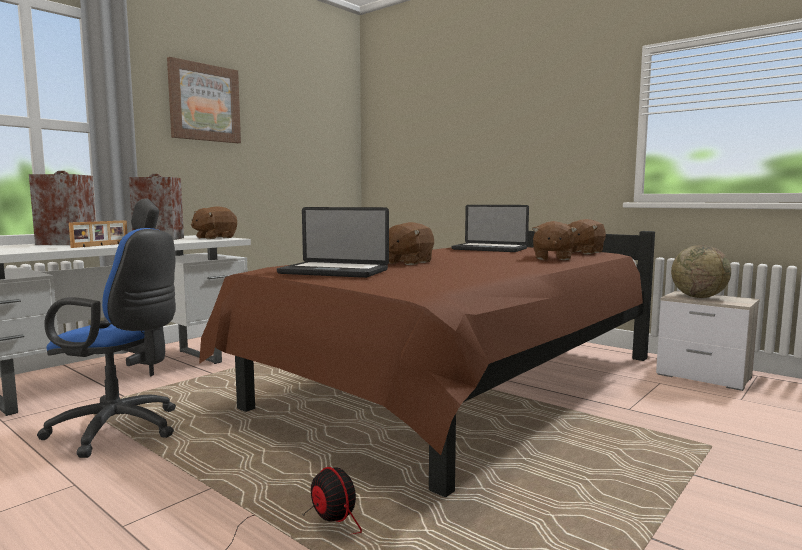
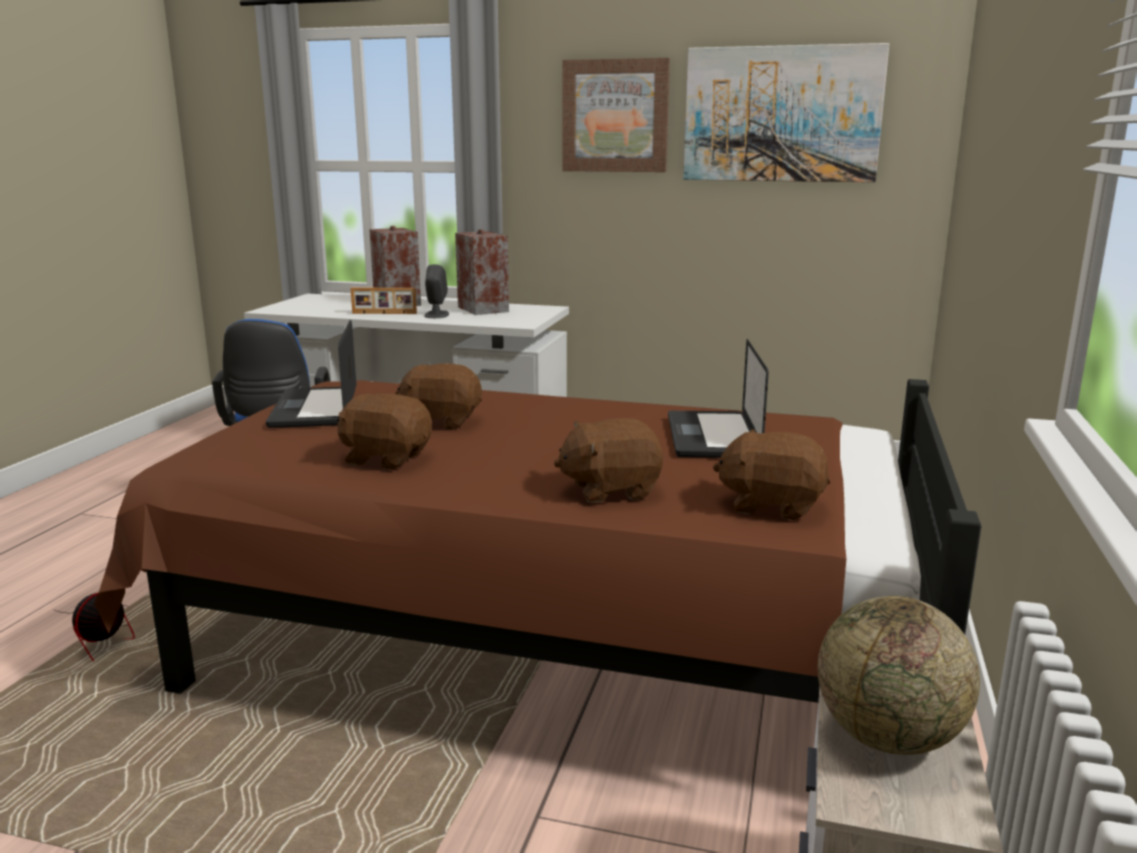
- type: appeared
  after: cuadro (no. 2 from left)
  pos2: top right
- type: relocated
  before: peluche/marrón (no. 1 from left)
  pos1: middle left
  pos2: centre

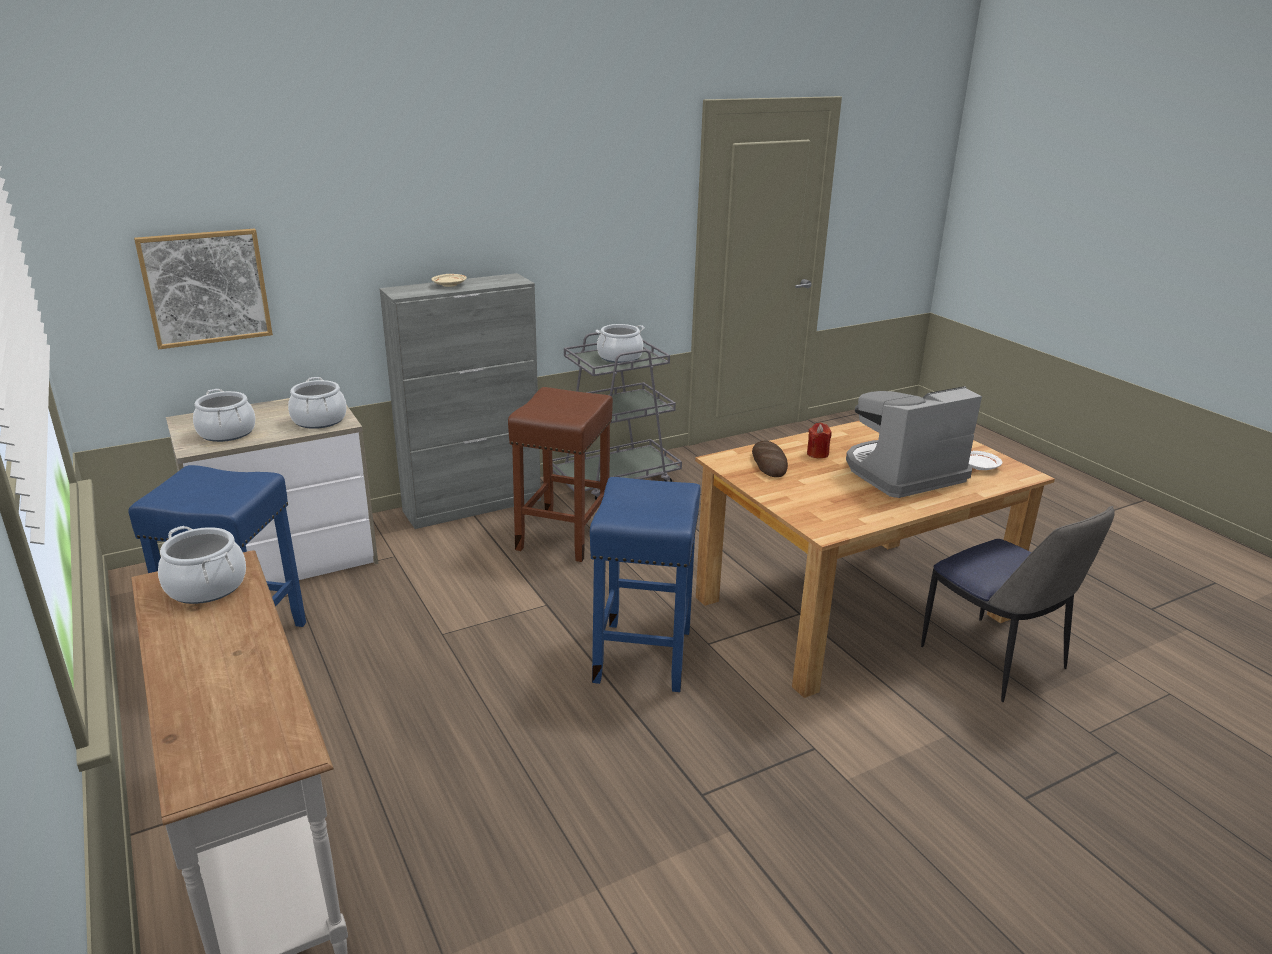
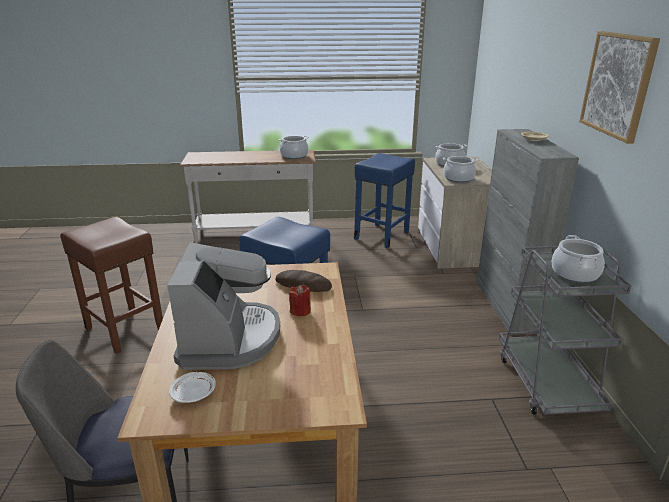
- type: relocated
  before: cuadro
  pos1: top left
  pos2: top right
- type: relocated
  before: taburete/marrón
  pos1: centre
  pos2: middle left

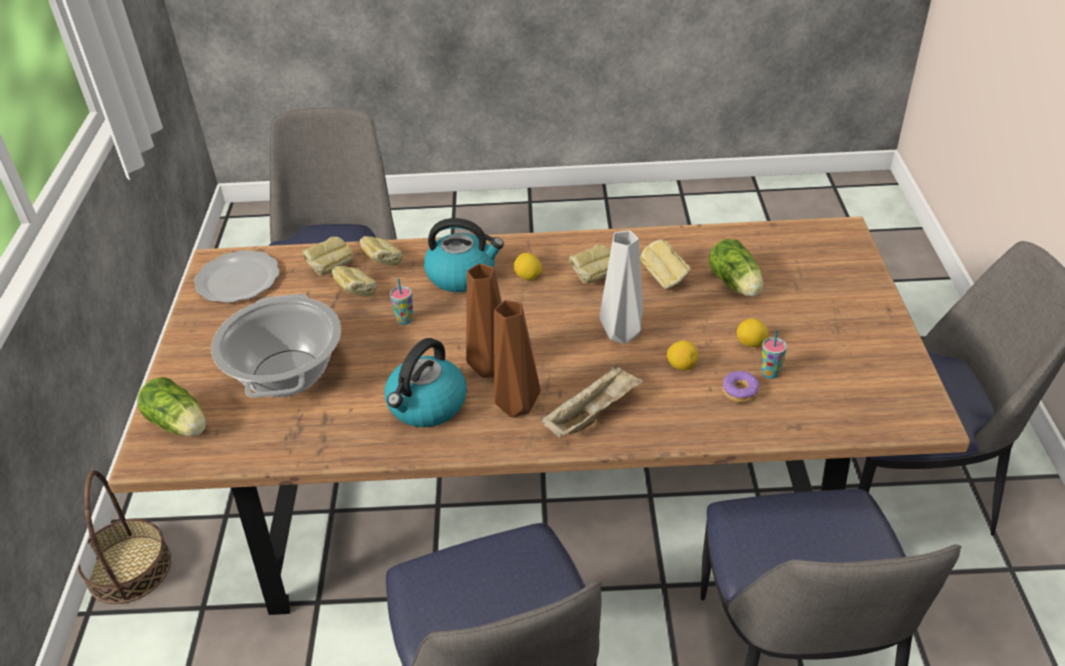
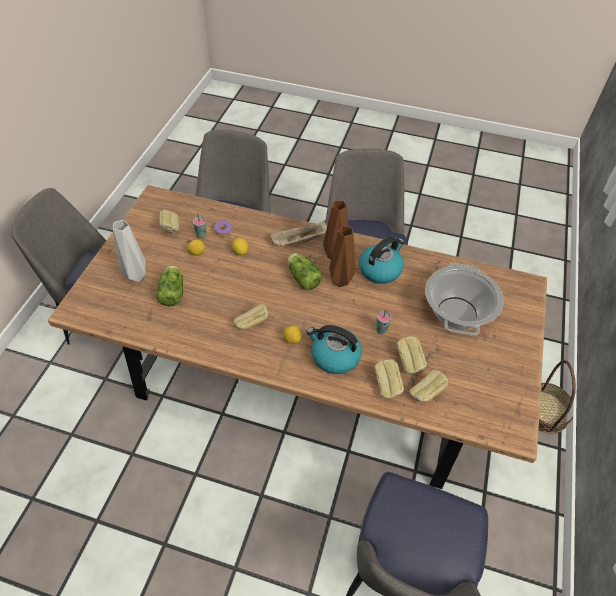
- type: missing
  before: plato
  pos1: middle left
- type: relocated
  before: lechuga (no. 1 from left in the first image)
  after: lechuga (no. 2 from left)
  pos1: middle left
  pos2: centre
- type: relocated
  before: florero/gris
  pos1: centre
  pos2: middle left
- type: relocated
  before: pan (no. 5 from left in the first image)
  after: pan (no. 1 from left)
  pos1: centre
  pos2: middle left

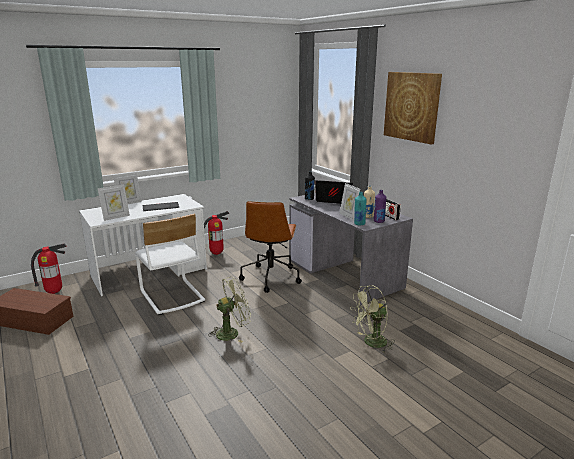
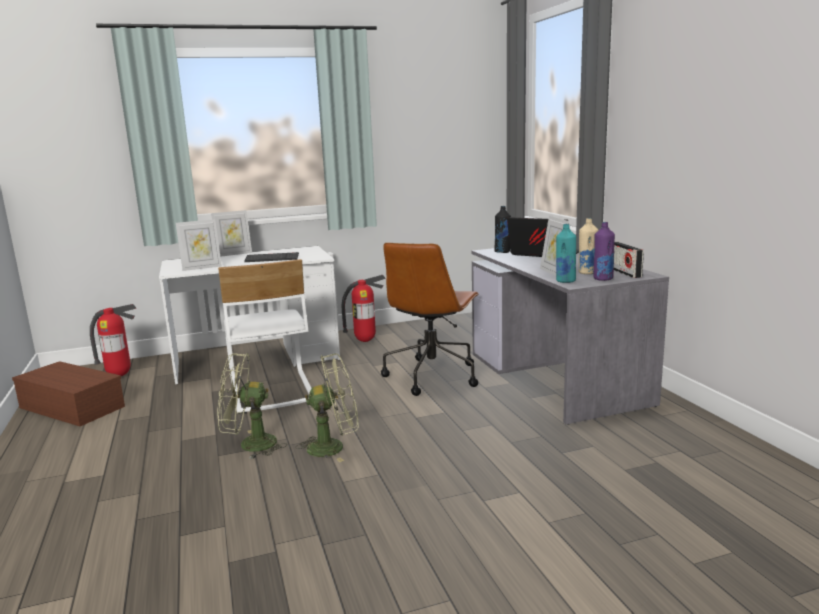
- type: missing
  before: cuadro
  pos1: top right
- type: relocated
  before: ventilador/verde (no. 2 from left in the first image)
  after: ventilador/verde (no. 1 from left)
  pos1: bottom centre
  pos2: middle left

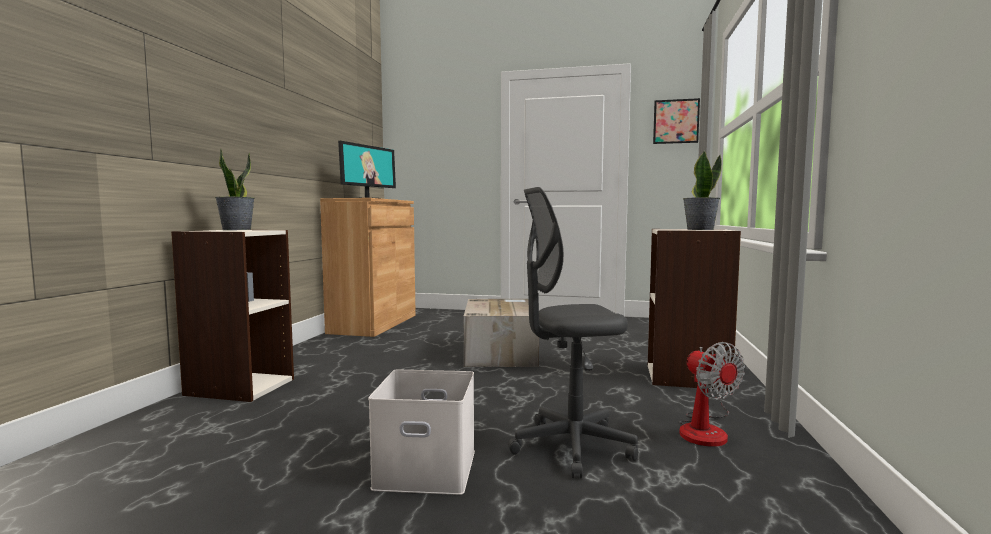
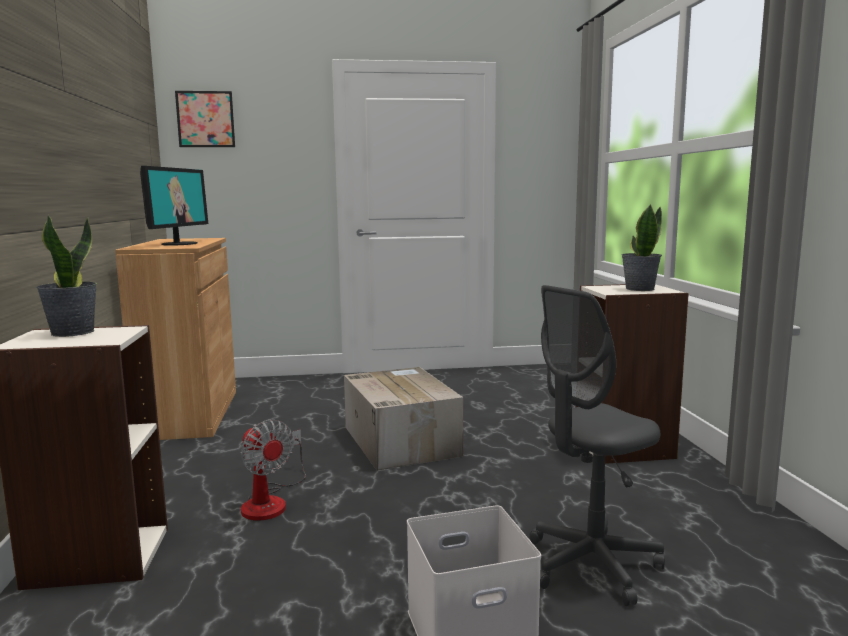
- type: relocated
  before: cuadro
  pos1: top right
  pos2: top left
- type: relocated
  before: ventilador
  pos1: bottom right
  pos2: bottom left

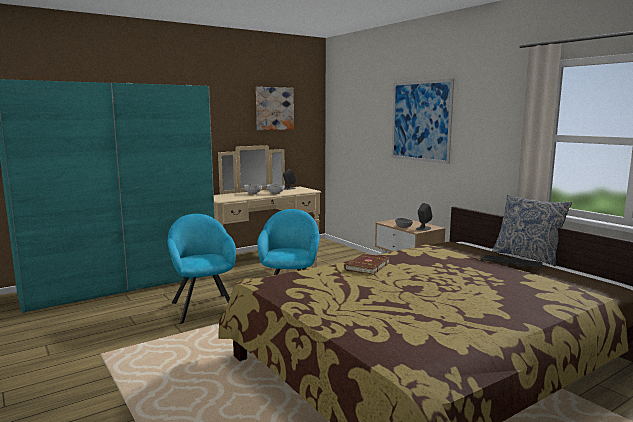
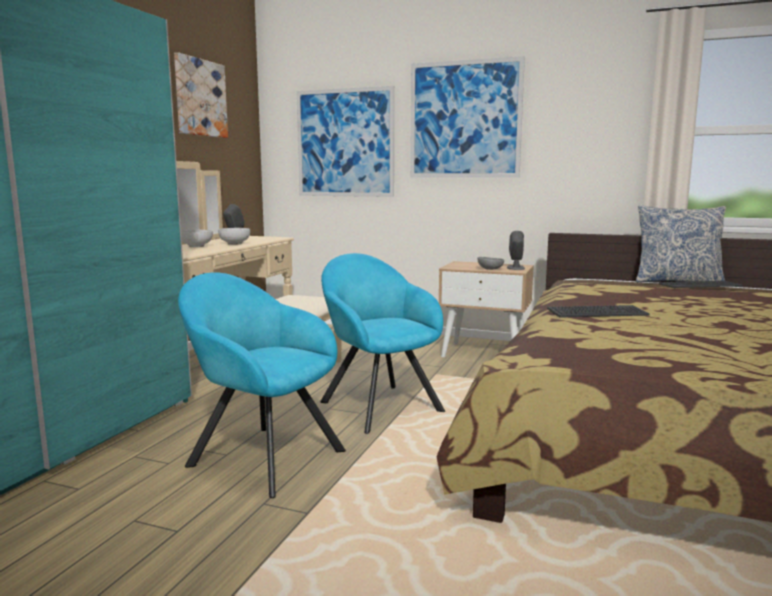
- type: appeared
  after: cuadro (no. 2 from left)
  pos2: top centre
- type: exchanged
  before: libro/marrón
  after: teclado (no. 1 from left)
  pos1: centre
  pos2: middle right

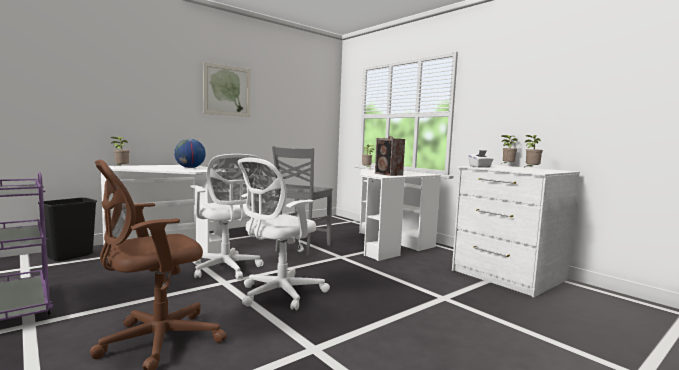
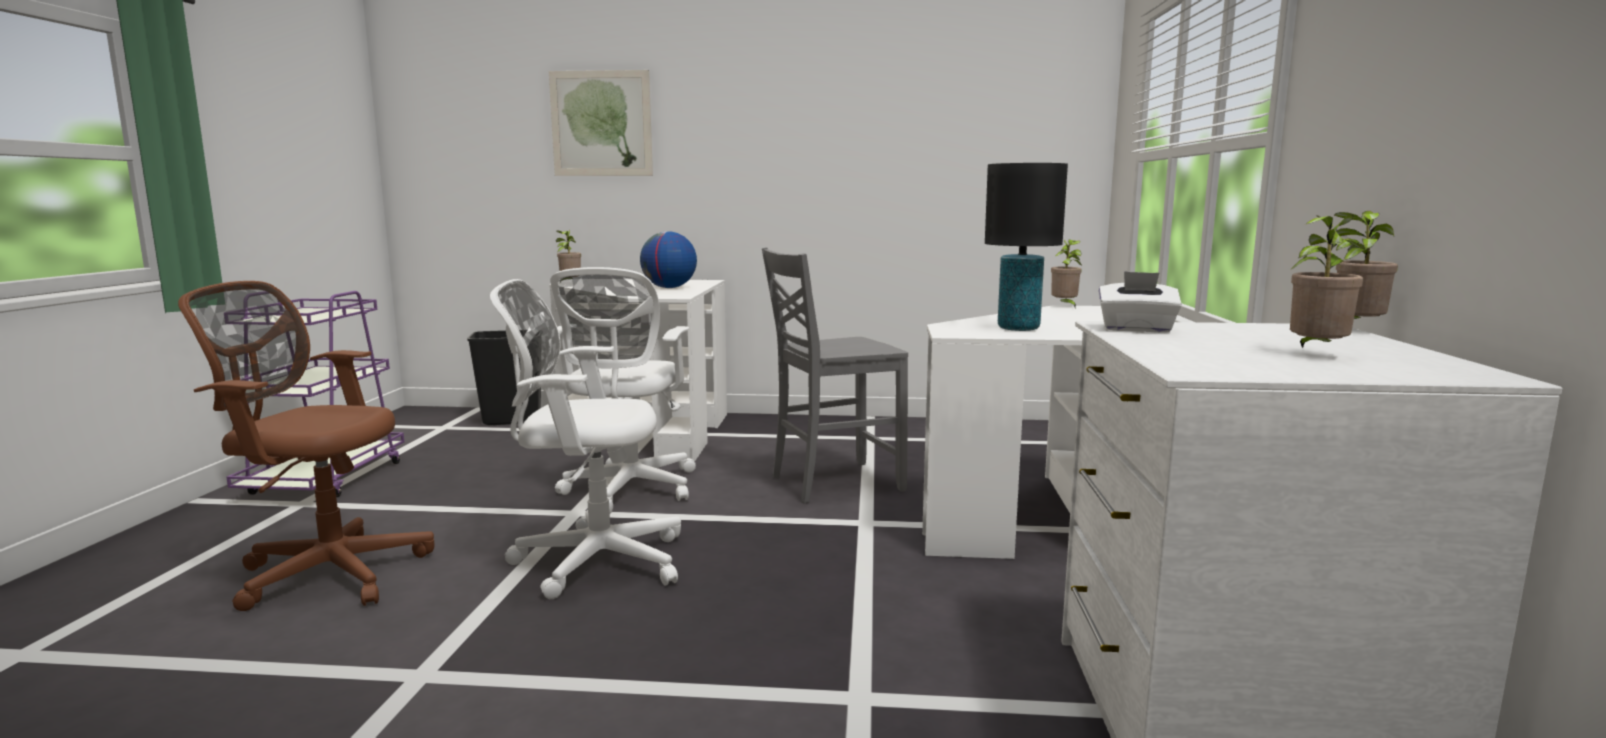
- type: relocated
  before: cuadro
  pos1: top left
  pos2: top centre
- type: exchanged
  before: altavoz
  after: lámpara de mesa/negro
  pos1: centre
  pos2: centre

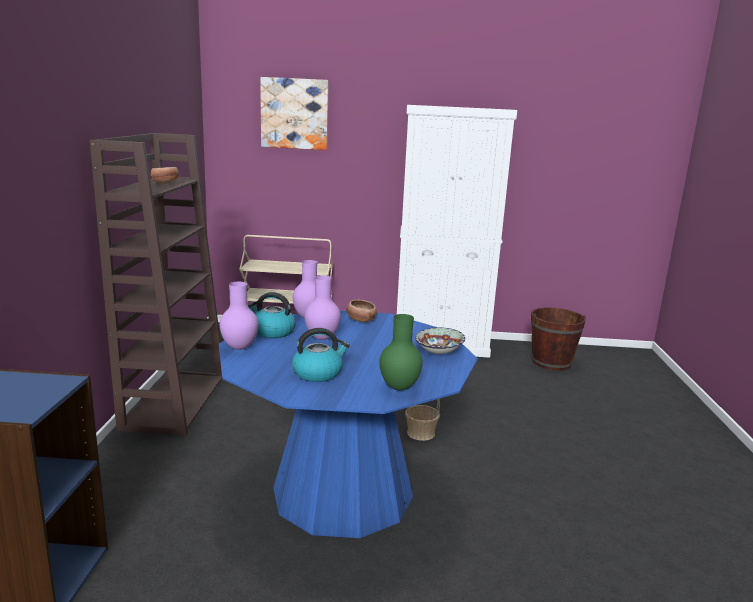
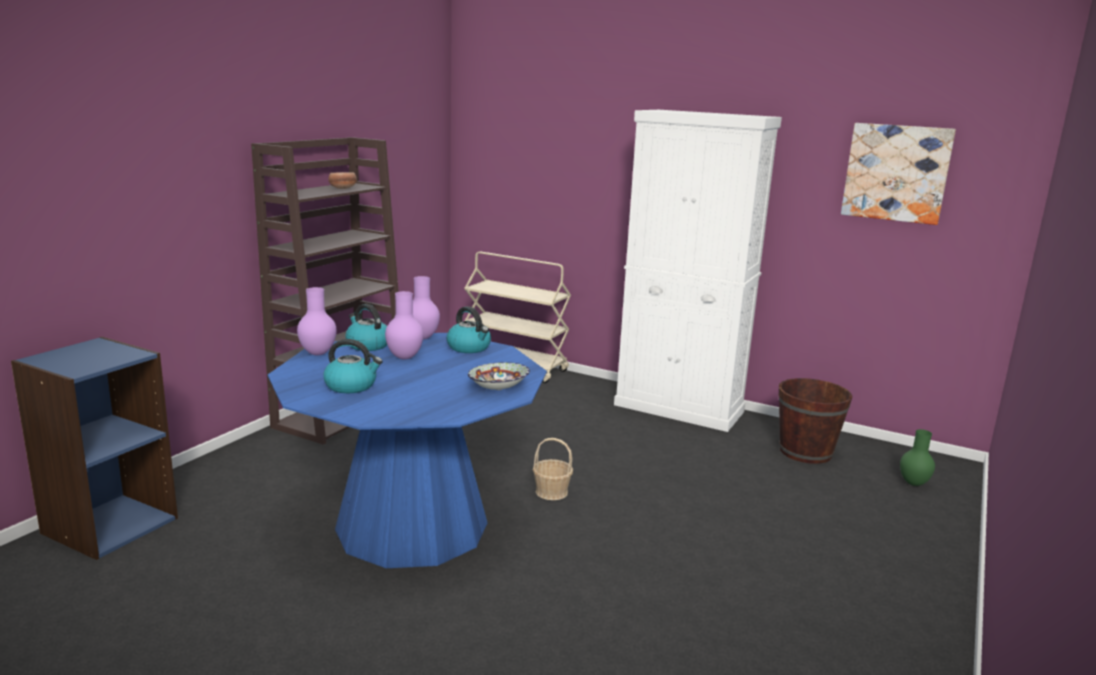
- type: relocated
  before: cuadro
  pos1: top centre
  pos2: top right
- type: relocated
  before: florero/verde
  pos1: centre
  pos2: bottom right
- type: exchanged
  before: cuenco (no. 2 from left)
  after: hervidor (no. 3 from left)
  pos1: centre
  pos2: centre

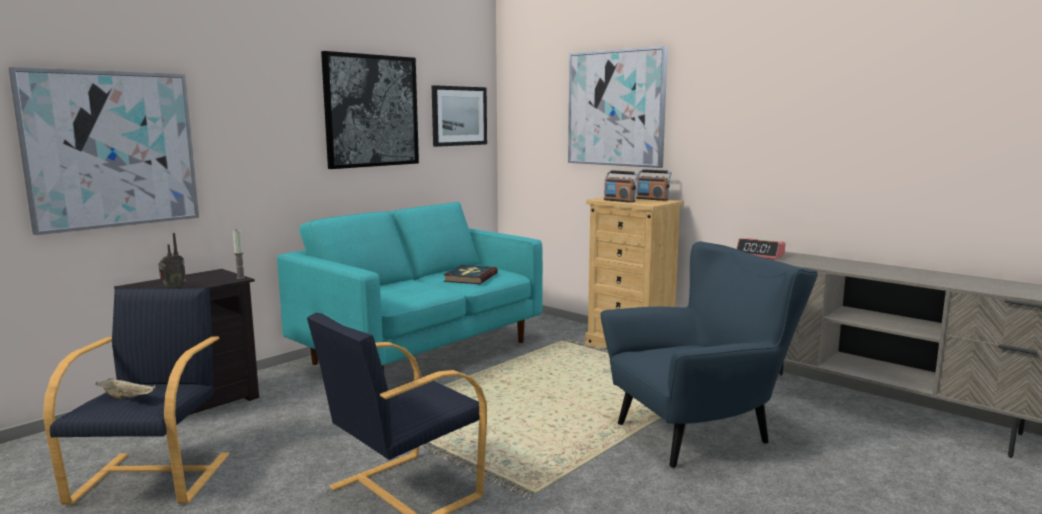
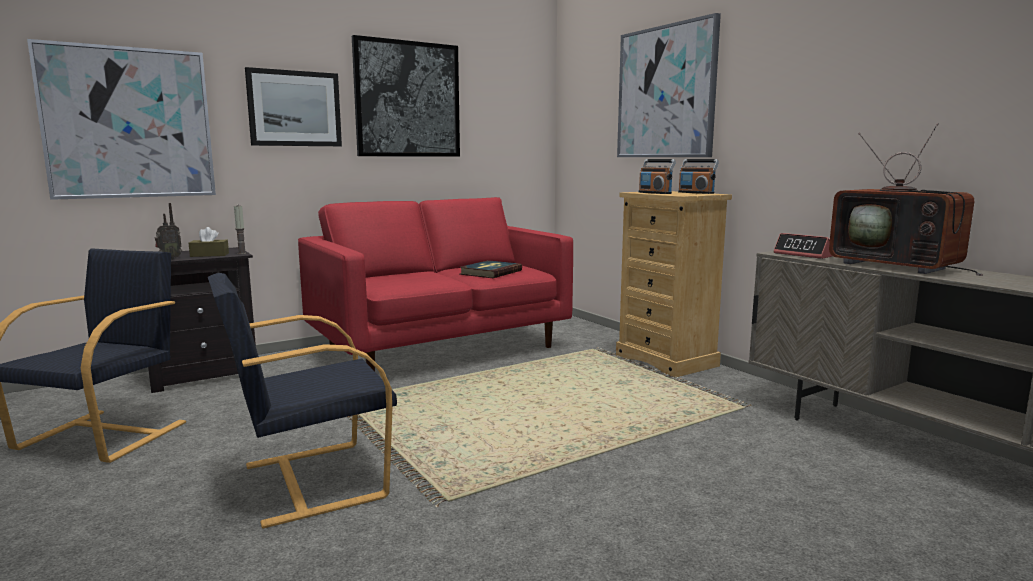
- type: missing
  before: bandeja/beis
  pos1: bottom left
- type: missing
  before: sillón/azul
  pos1: bottom right
- type: appeared
  after: caja de pañuelos/marrón
  pos2: middle left
- type: appeared
  after: televisor
  pos2: middle right
- type: relocated
  before: cuadro (no. 3 from left in the first image)
  after: cuadro (no. 2 from left)
  pos1: top centre
  pos2: top left
- type: colour
  before: sofá/turquesa
  after: sofá/rojo
  pos1: centre
  pos2: centre

